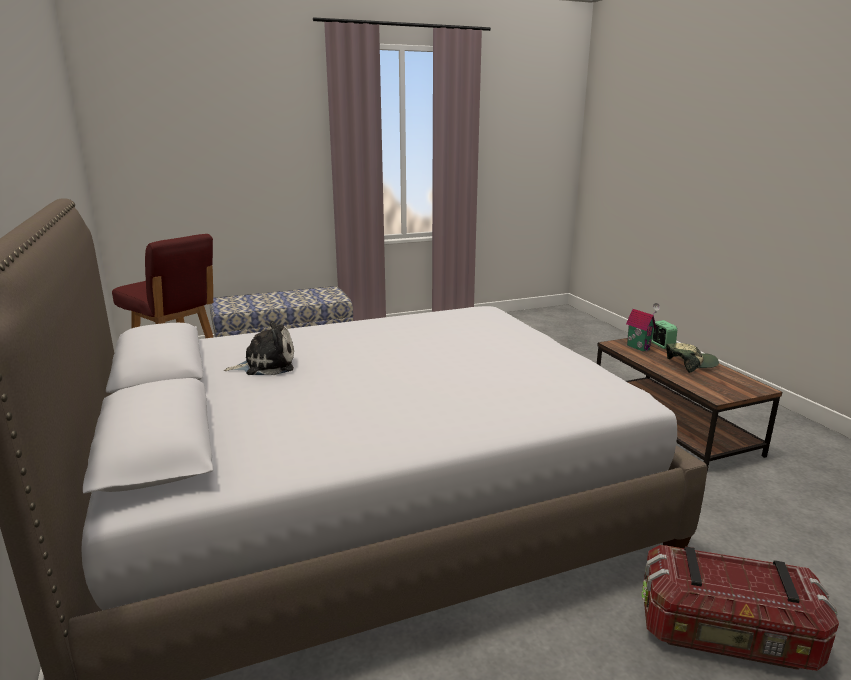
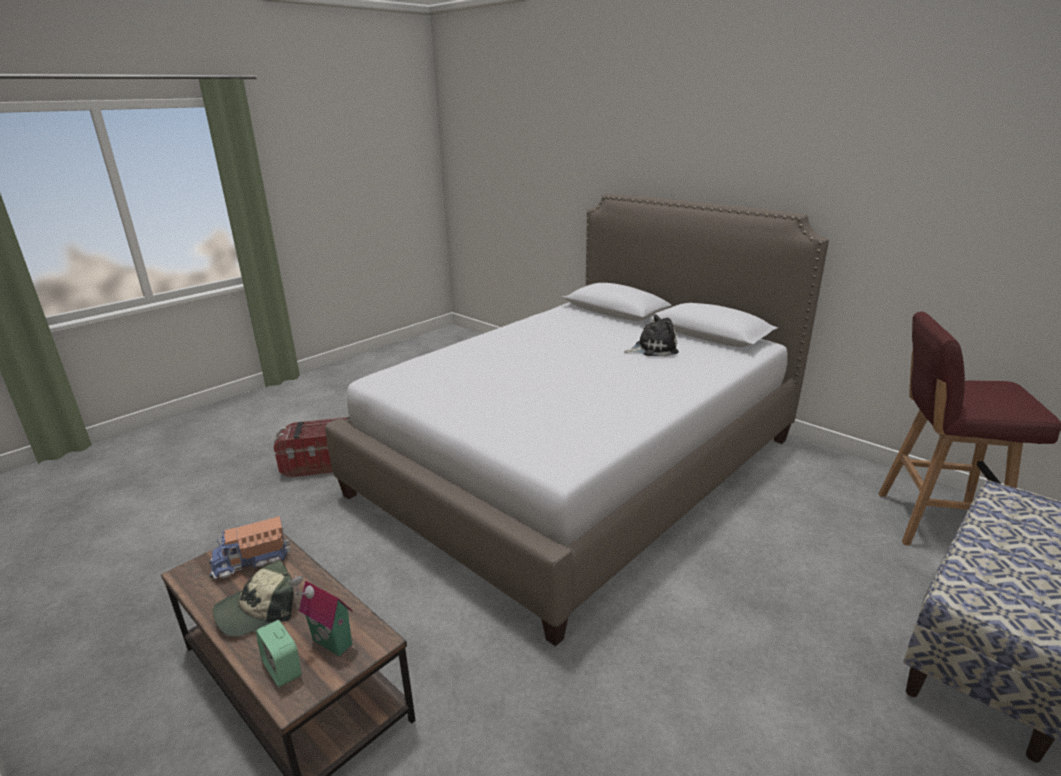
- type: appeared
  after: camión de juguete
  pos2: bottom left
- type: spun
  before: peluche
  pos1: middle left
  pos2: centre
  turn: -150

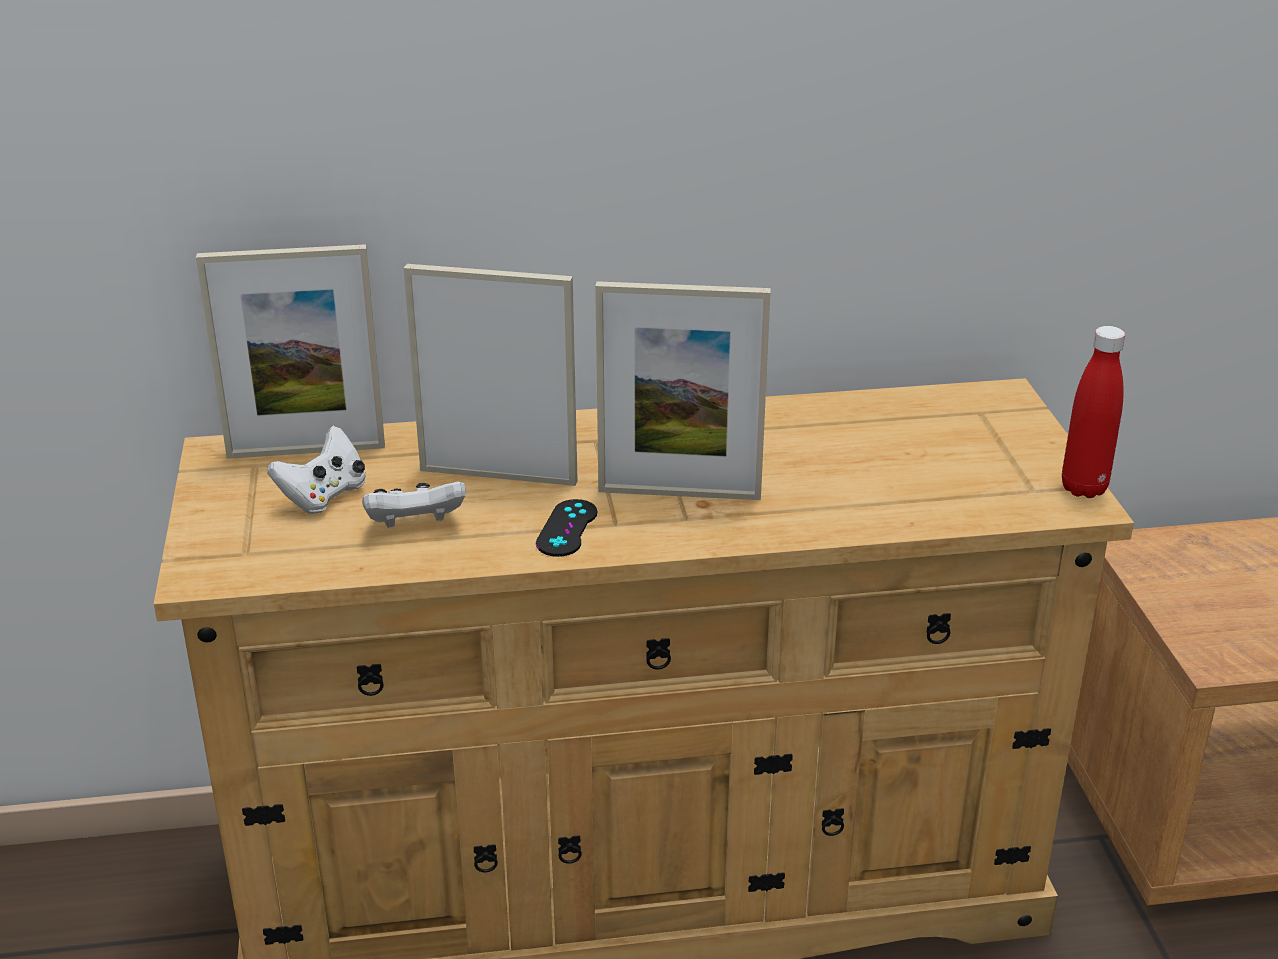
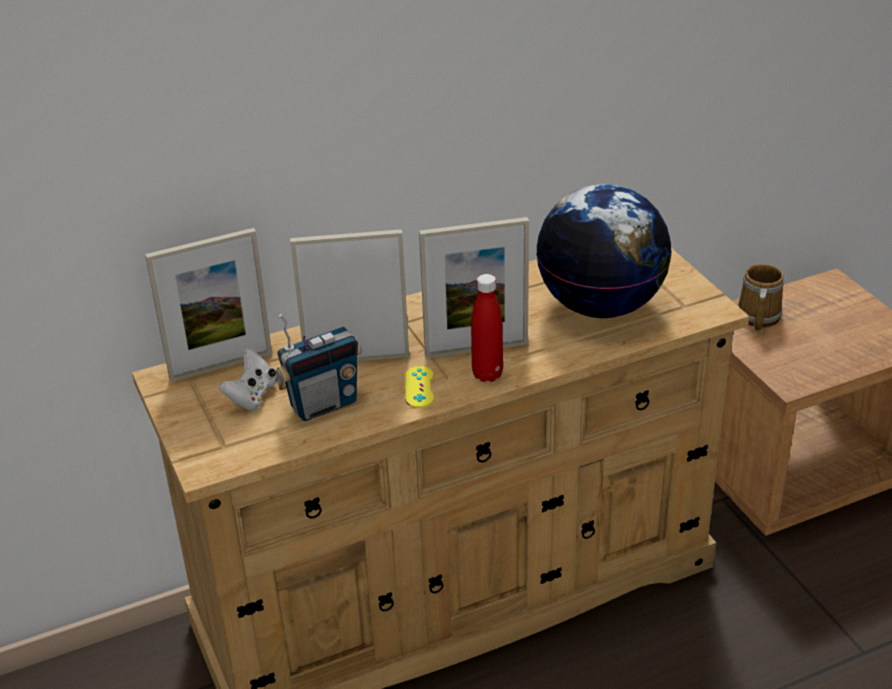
- type: appeared
  after: globo terráqueo
  pos2: middle right
- type: appeared
  after: taza grande
  pos2: middle right
- type: relocated
  before: botella/rojo
  pos1: middle right
  pos2: centre
- type: exchanged
  before: mando de consola/blanco (no. 2 from left)
  after: radio
  pos1: middle left
  pos2: centre
- type: colour
  before: mando de consola/negro
  after: mando de consola/amarillo
  pos1: centre
  pos2: centre

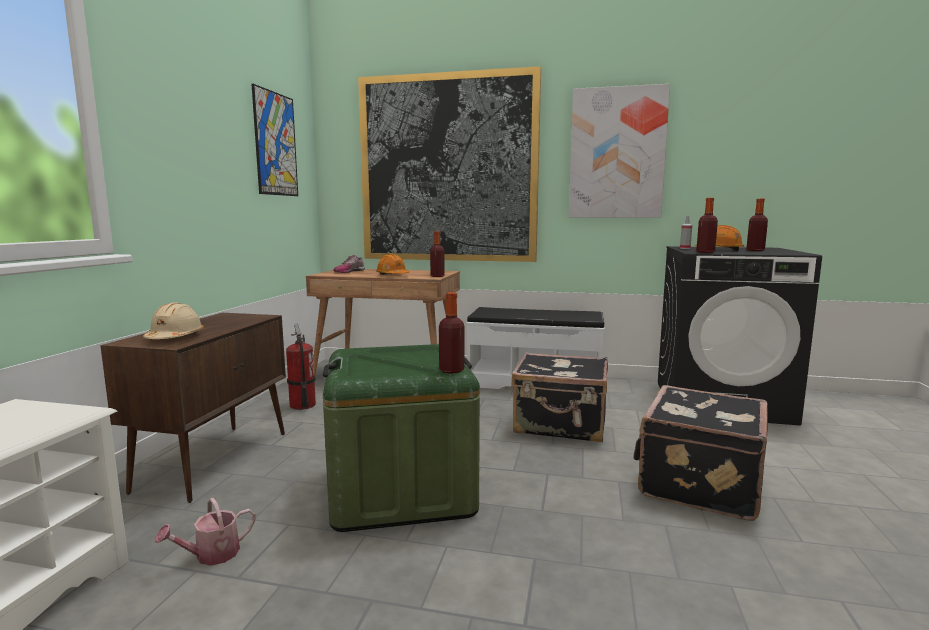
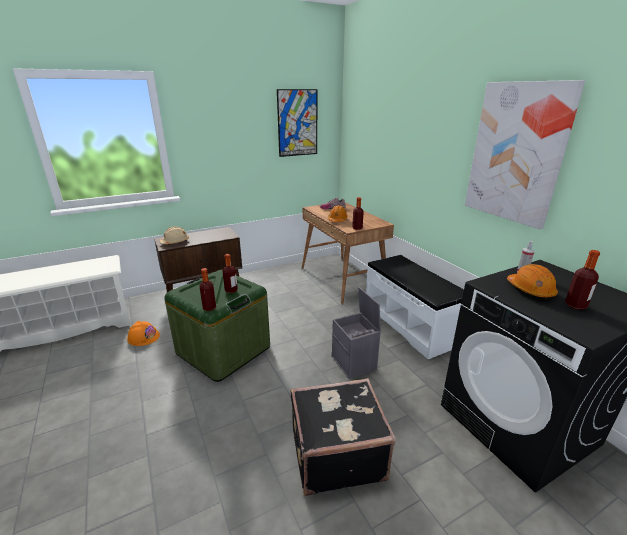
- type: missing
  before: extintor
  pos1: middle left
- type: missing
  before: cuadro (no. 2 from left)
  pos1: top centre
- type: relocated
  before: botella (no. 3 from left in the first image)
  after: botella (no. 2 from left)
  pos1: middle right
  pos2: centre
- type: exchanged
  before: regadera
  after: casco/naranja (no. 1 from left)
  pos1: bottom left
  pos2: middle left
- type: exchanged
  before: maleta/negro (no. 1 from left)
  after: caja de almacenaje/gris
  pos1: centre
  pos2: centre

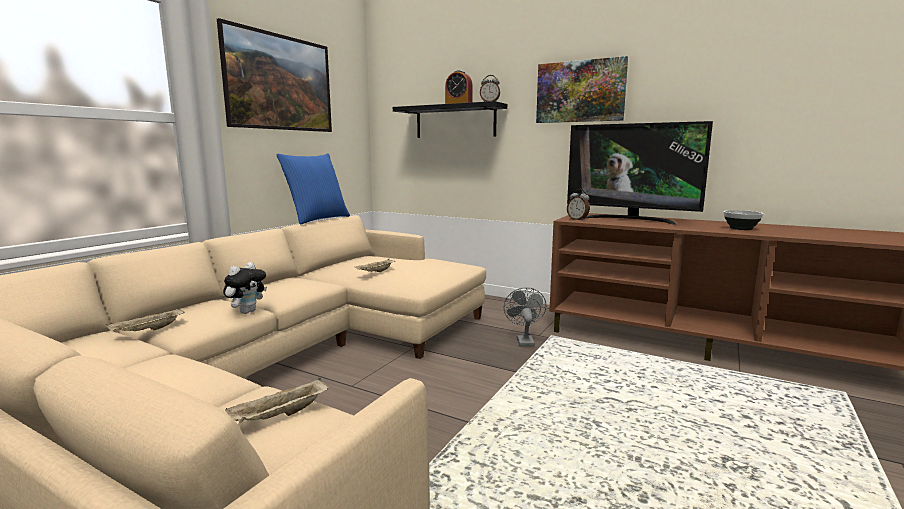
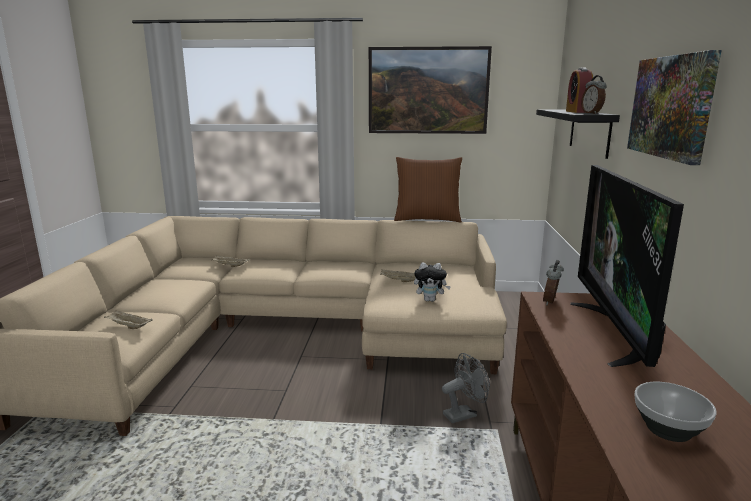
- type: relocated
  before: peluche
  pos1: middle left
  pos2: centre
- type: colour
  before: cojín/azul
  after: cojín/marrón
  pos1: centre
  pos2: centre

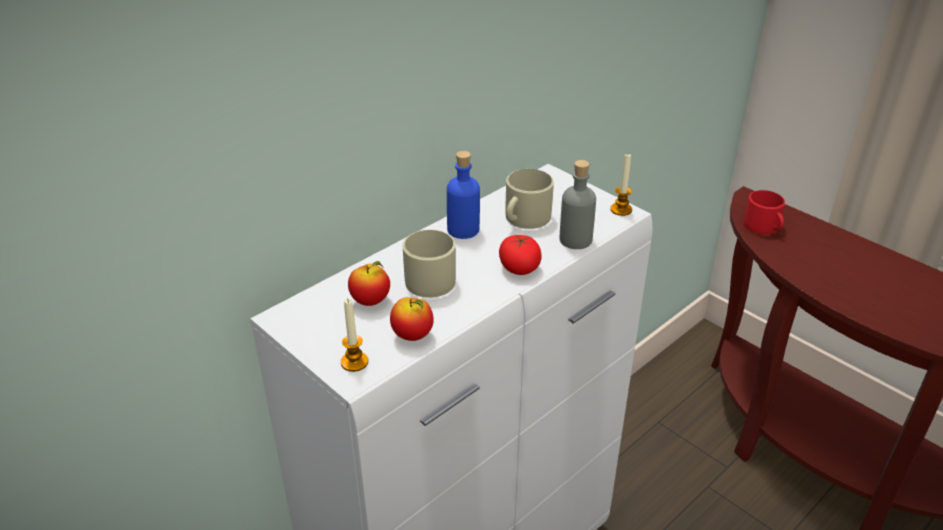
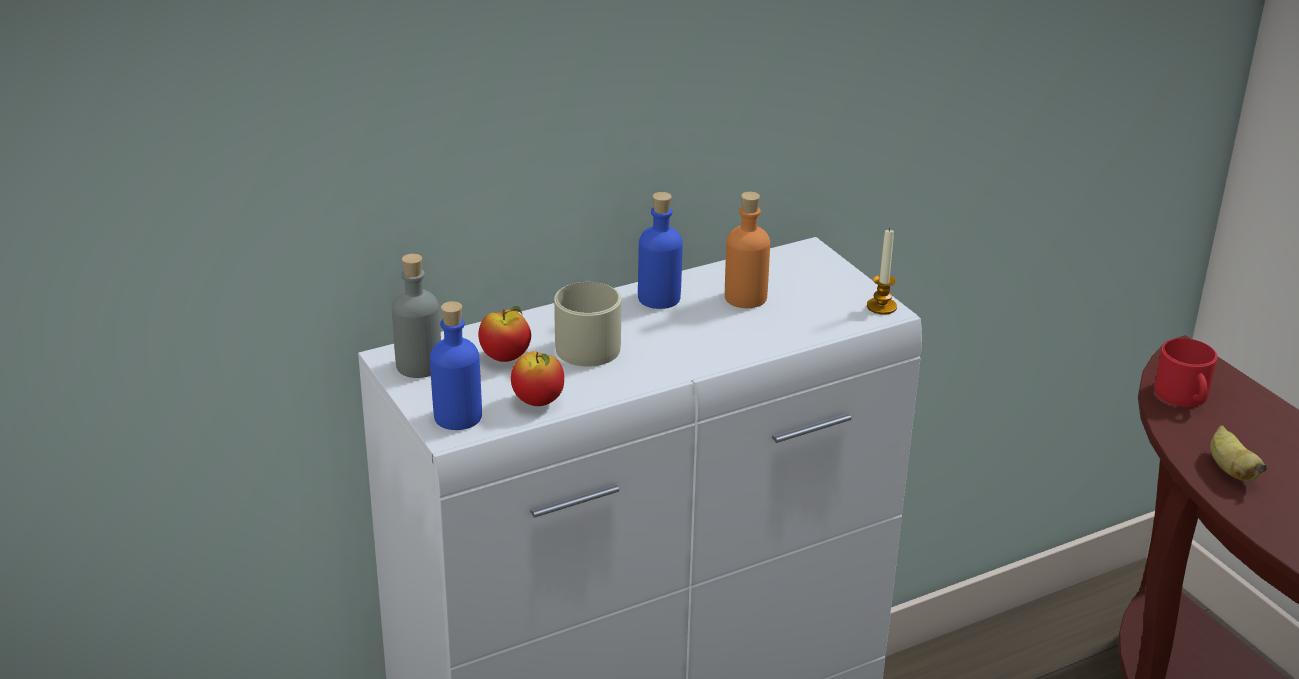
- type: missing
  before: tomate
  pos1: centre
- type: appeared
  after: plátano
  pos2: bottom right
- type: relocated
  before: botella/gris
  pos1: centre
  pos2: middle left
- type: exchanged
  before: vela (no. 1 from left)
  after: botella/azul (no. 1 from left)
  pos1: centre
  pos2: centre
- type: exchanged
  before: taza grande/beis (no. 2 from left)
  after: botella/naranja
  pos1: centre
  pos2: centre

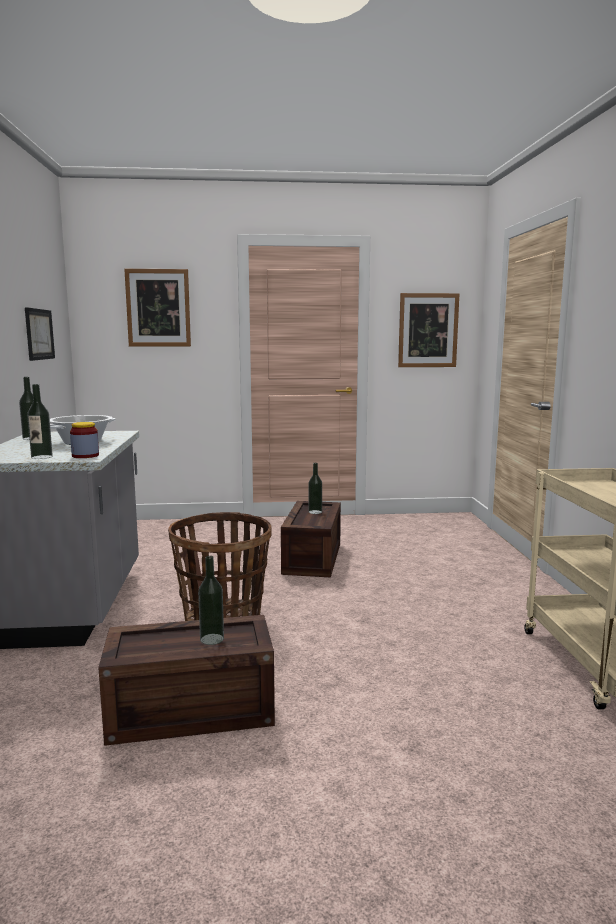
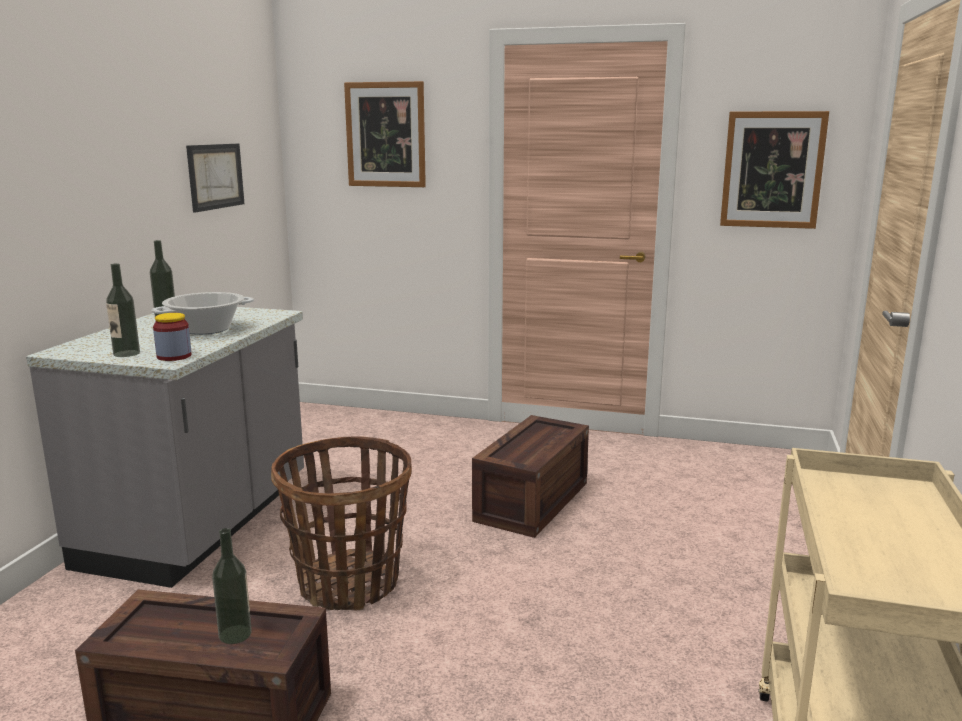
- type: missing
  before: botella (no. 4 from left)
  pos1: centre

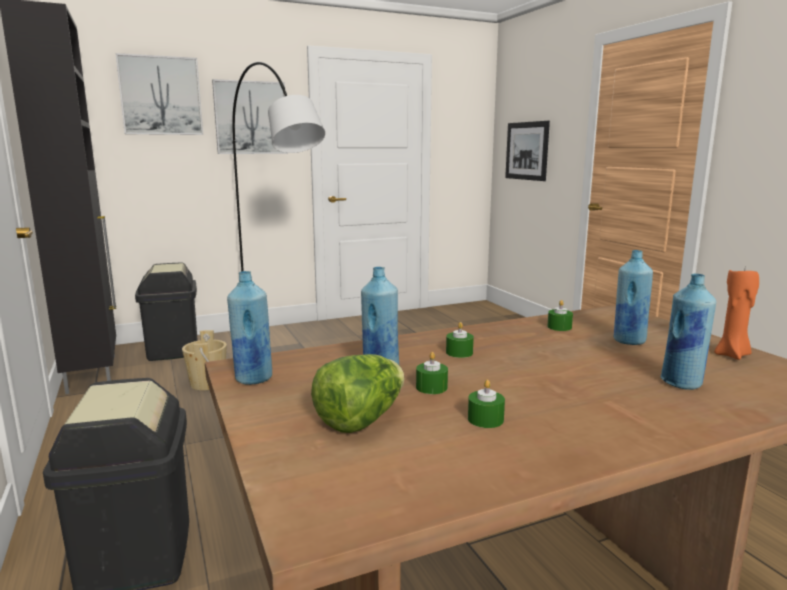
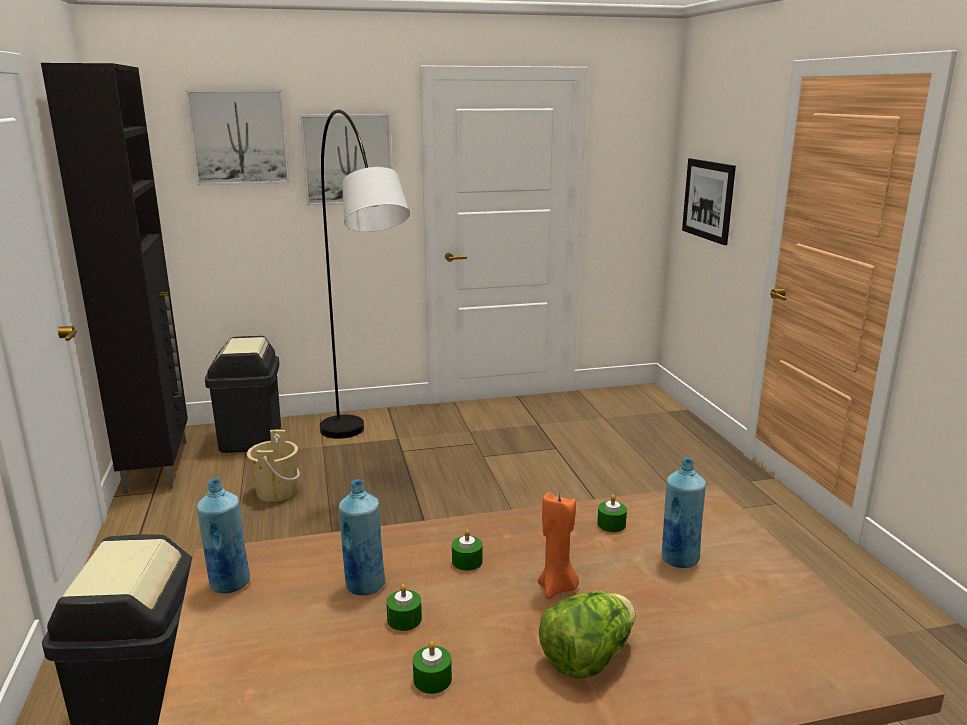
- type: missing
  before: botella/azul (no. 4 from left)
  pos1: middle right
- type: relocated
  before: lechuga
  pos1: centre
  pos2: bottom centre
- type: relocated
  before: vela/naranja
  pos1: middle right
  pos2: bottom centre

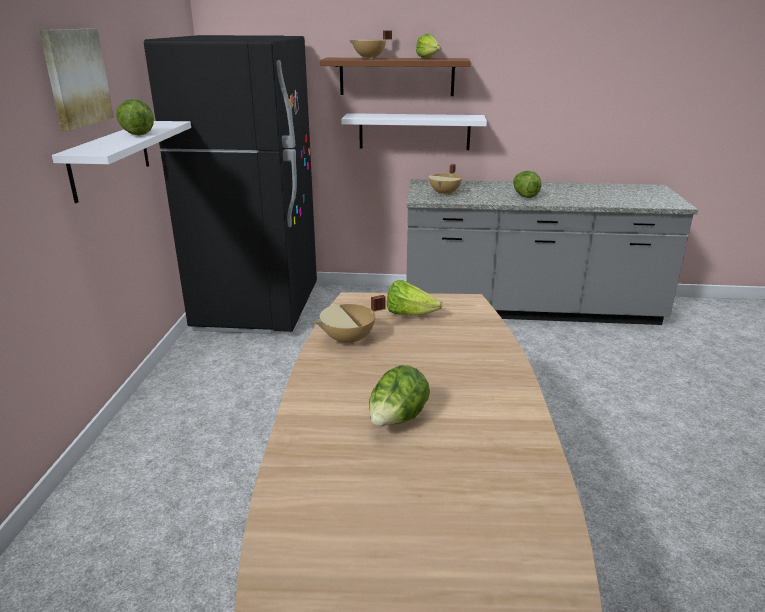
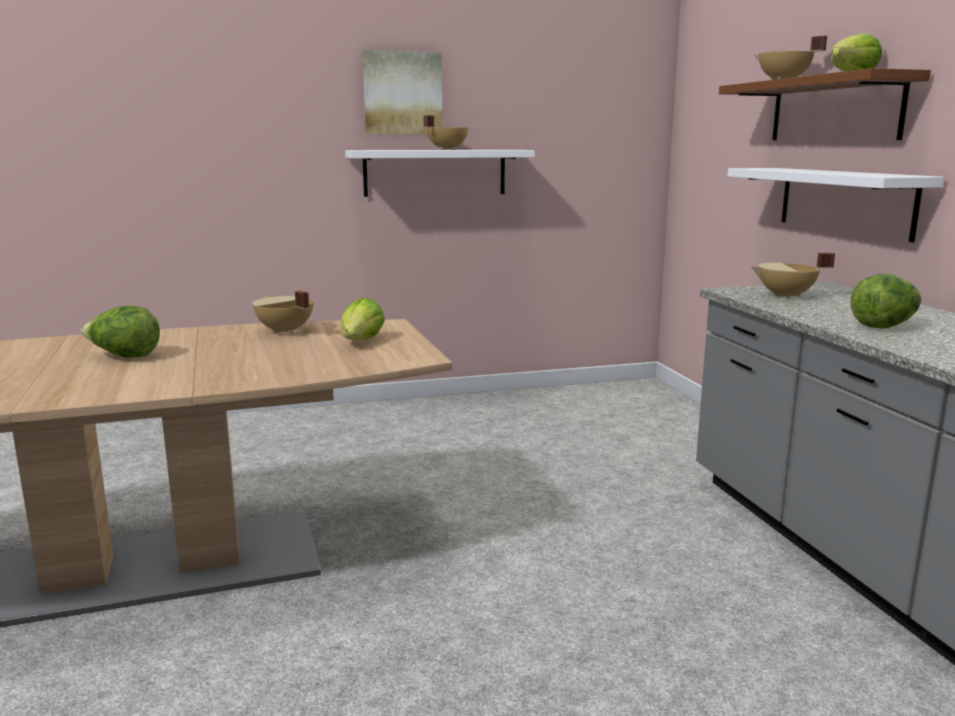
- type: missing
  before: nevera/negro
  pos1: top left
- type: exchanged
  before: lechuga (no. 1 from left)
  after: olla/beis (no. 2 from left)
  pos1: top left
  pos2: top centre

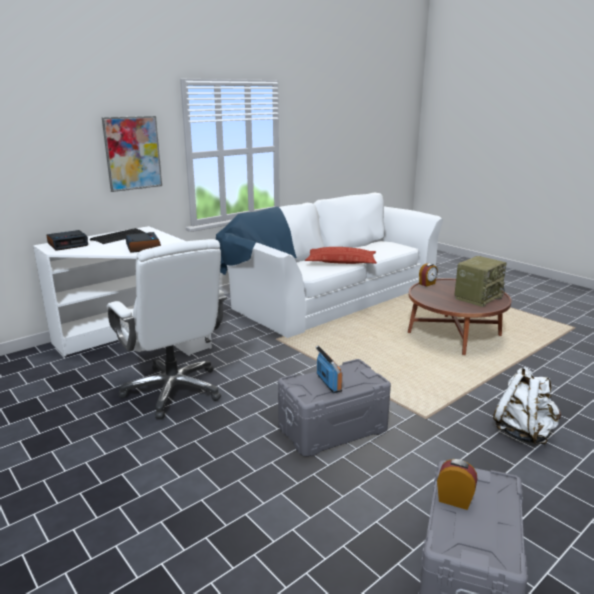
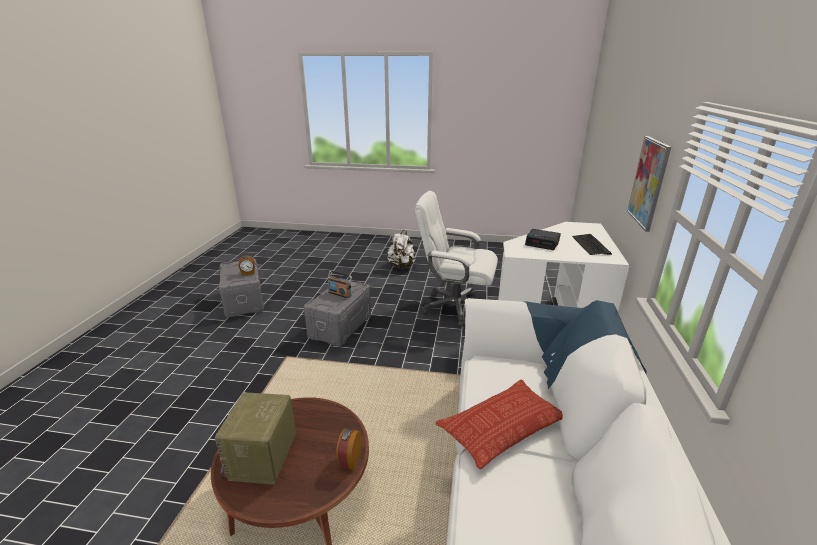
- type: missing
  before: despertador (no. 1 from left)
  pos1: middle left
- type: relocated
  before: mochila/blanco
  pos1: bottom right
  pos2: centre

